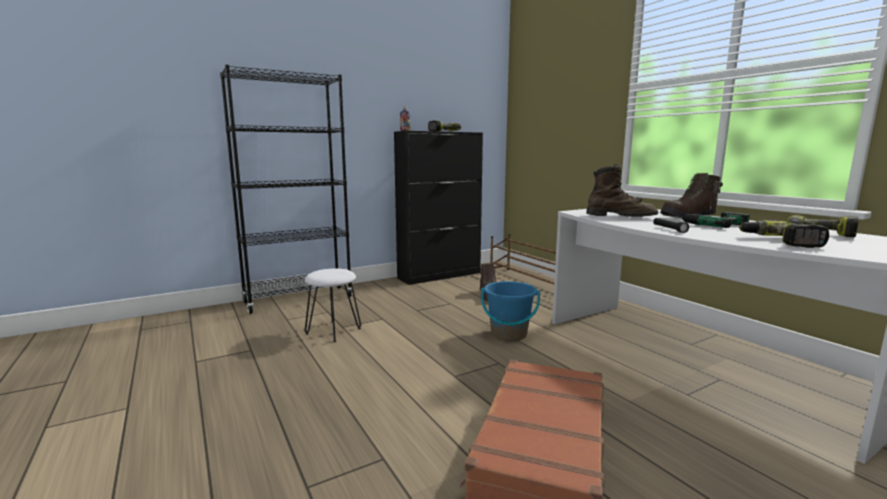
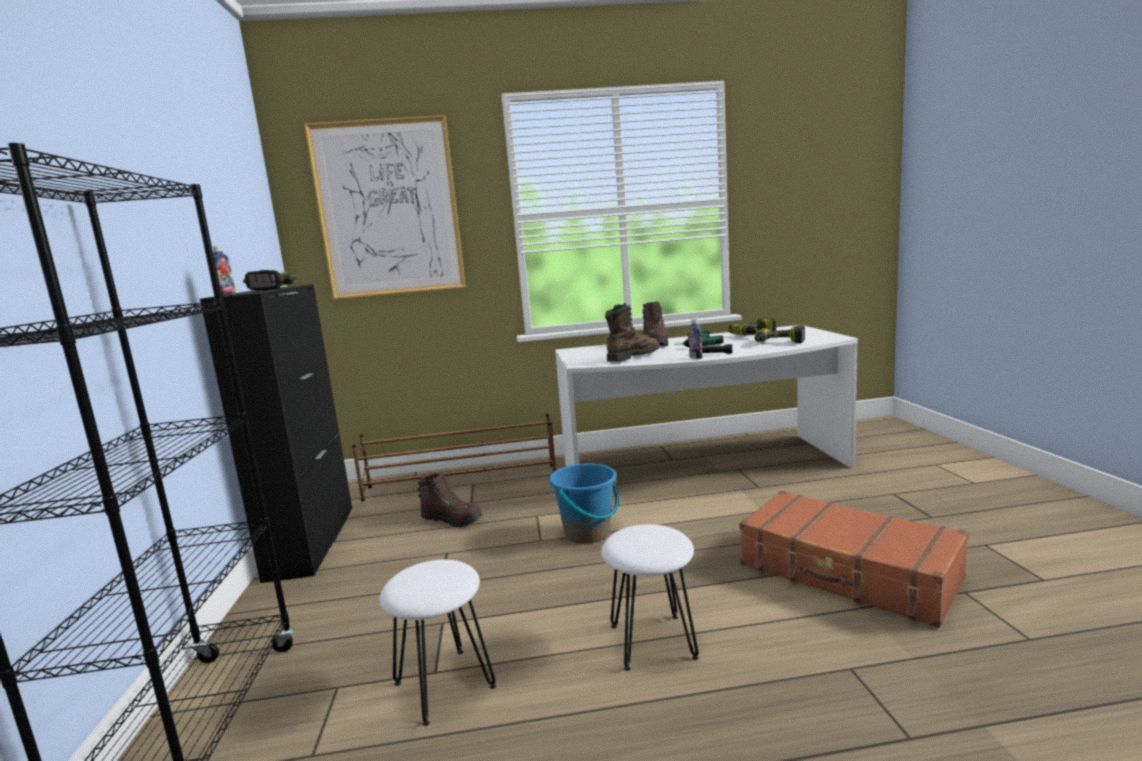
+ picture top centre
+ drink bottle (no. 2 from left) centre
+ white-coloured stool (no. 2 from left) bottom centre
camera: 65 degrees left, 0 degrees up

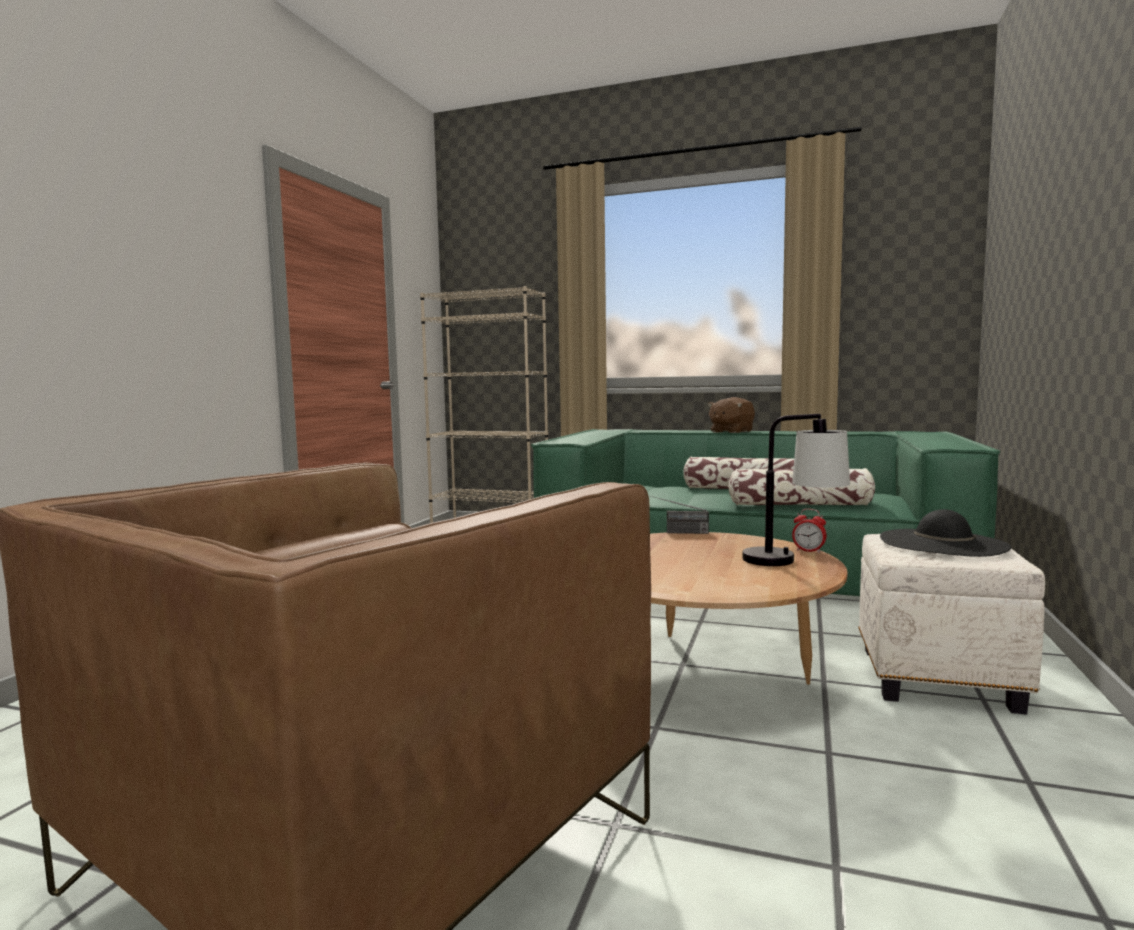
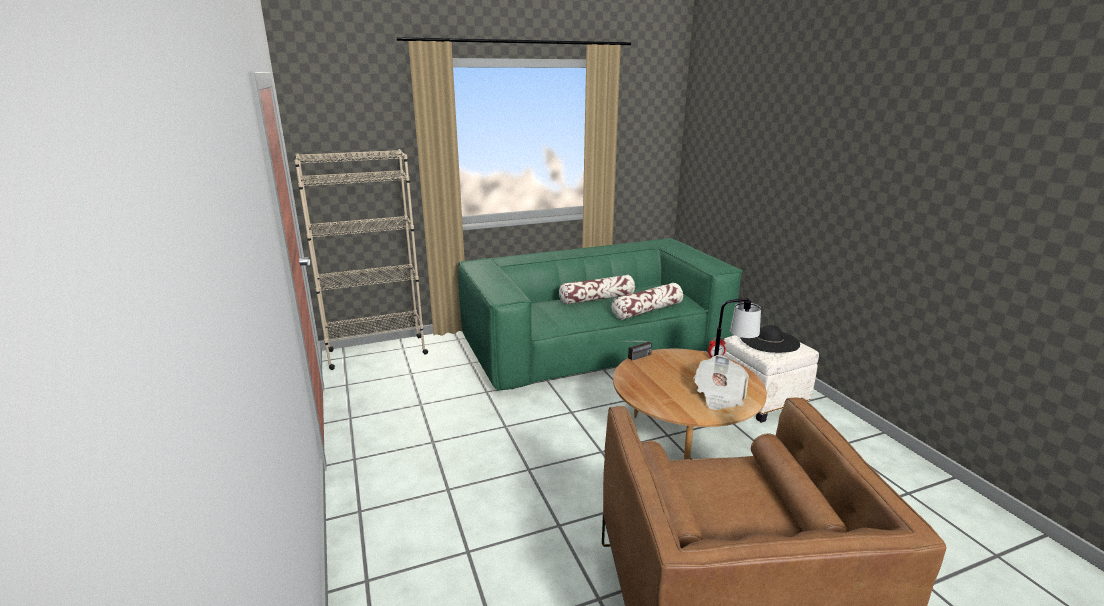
- brownish cuddly toy centre
+ newspaper centre
camera: 40 degrees left, 15 degrees up

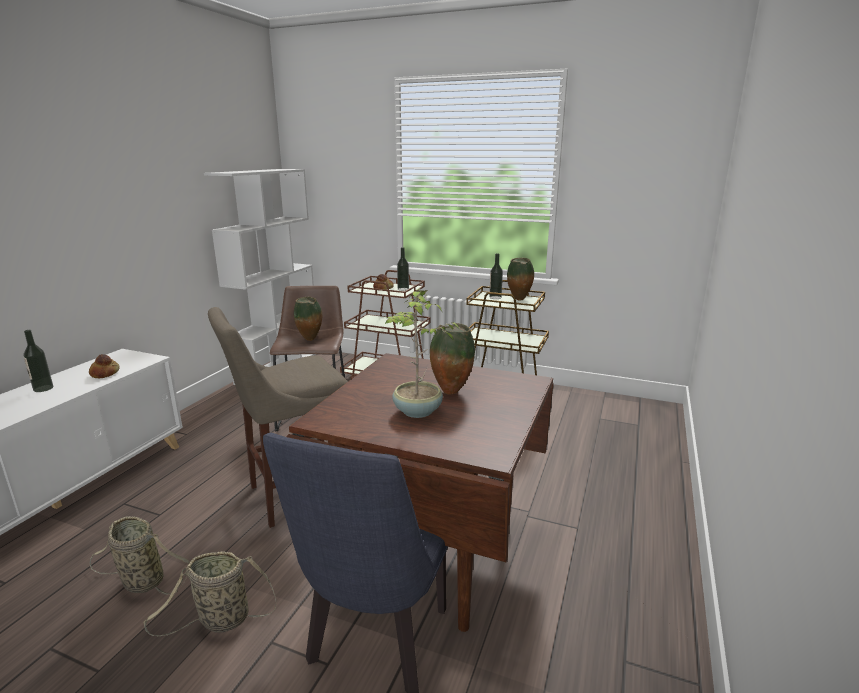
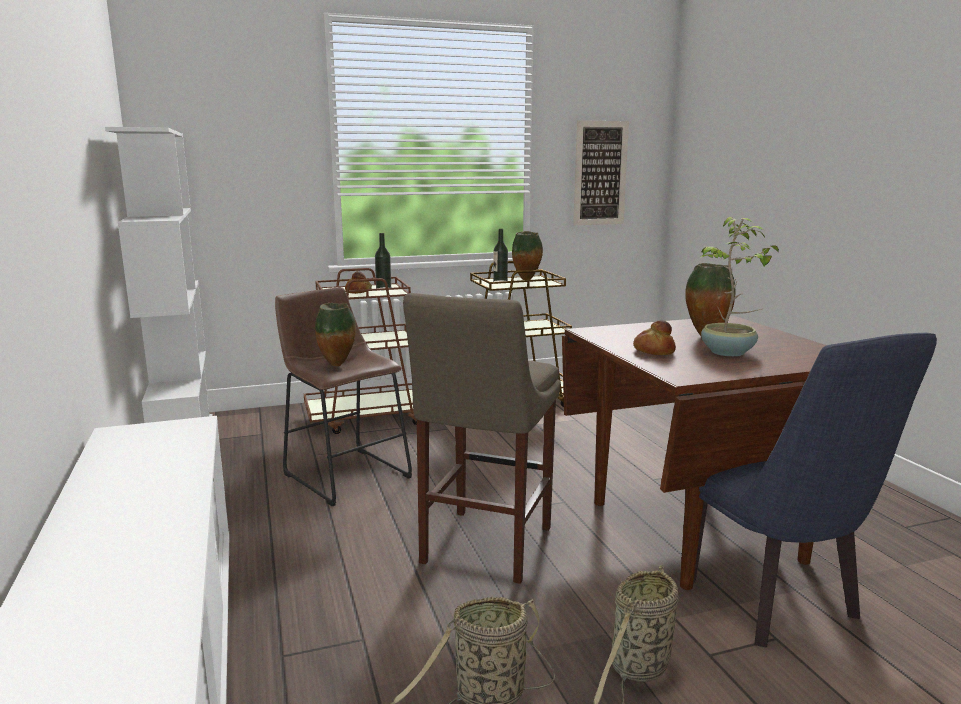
- drink bottle (no. 1 from left) middle left
~ bread (no. 1 from left in the first image) middle left to bread (no. 2 from left) middle right
+ picture top centre
camera: 40 degrees left, 5 degrees down

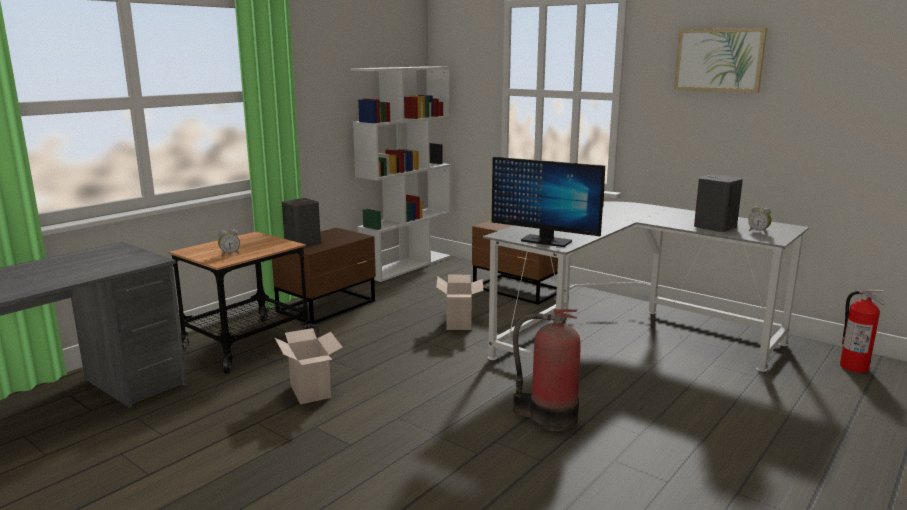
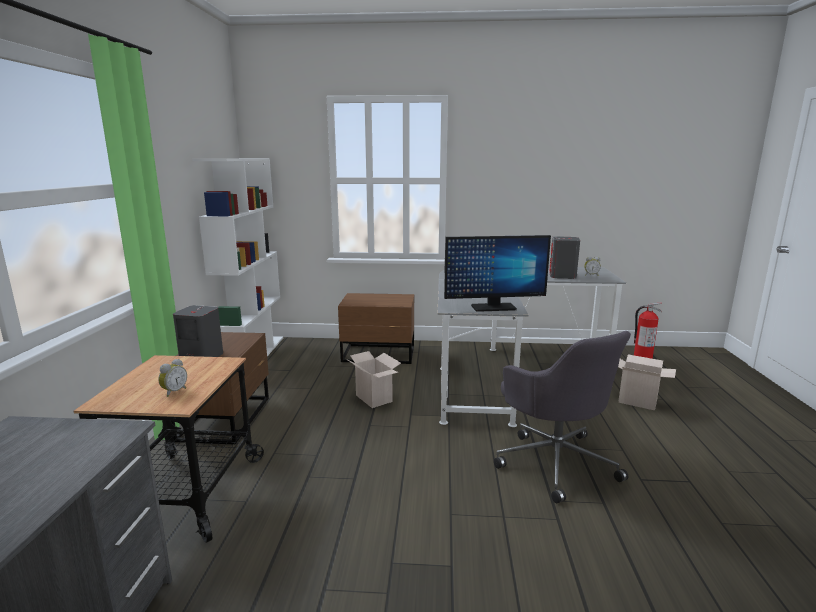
- picture top right
~ extinguisher (no. 1 from left) bottom centre to greyish office chair bottom right
~ packing box (no. 1 from left in the first image) bottom centre to packing box (no. 2 from left) middle right
camera: 35 degrees left, 0 degrees up

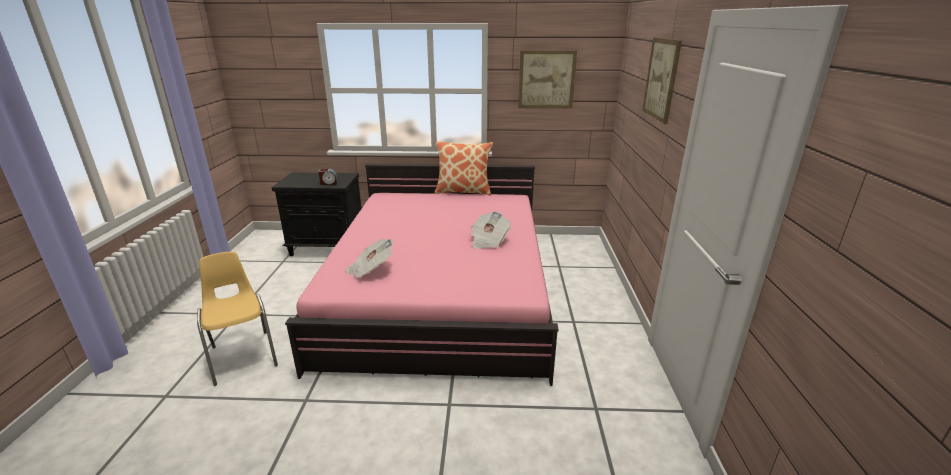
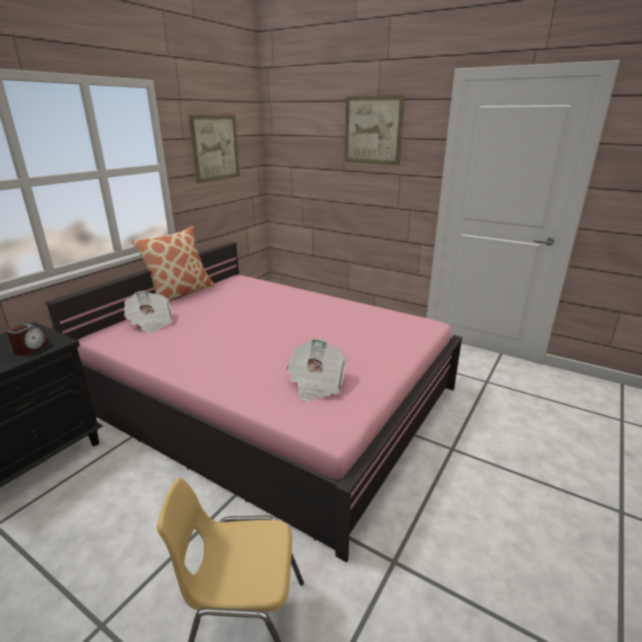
~ newspaper (no. 2 from left in the first image) centre to newspaper (no. 1 from left) middle left
camera: 60 degrees left, 0 degrees up

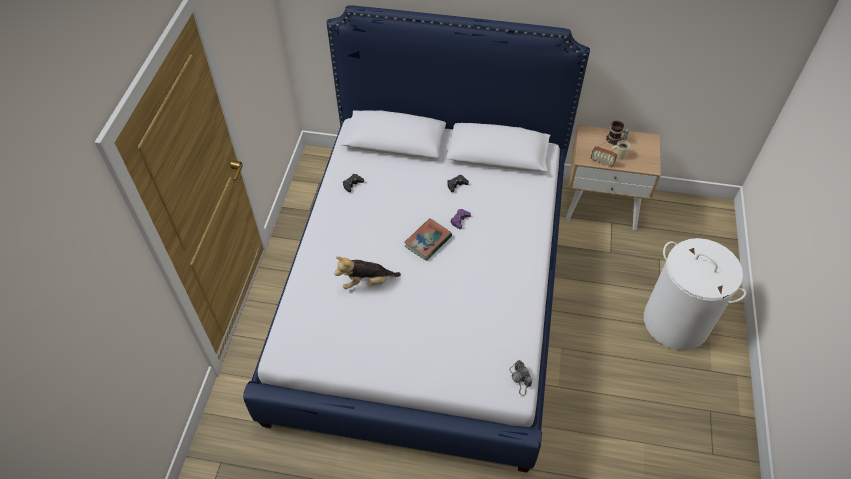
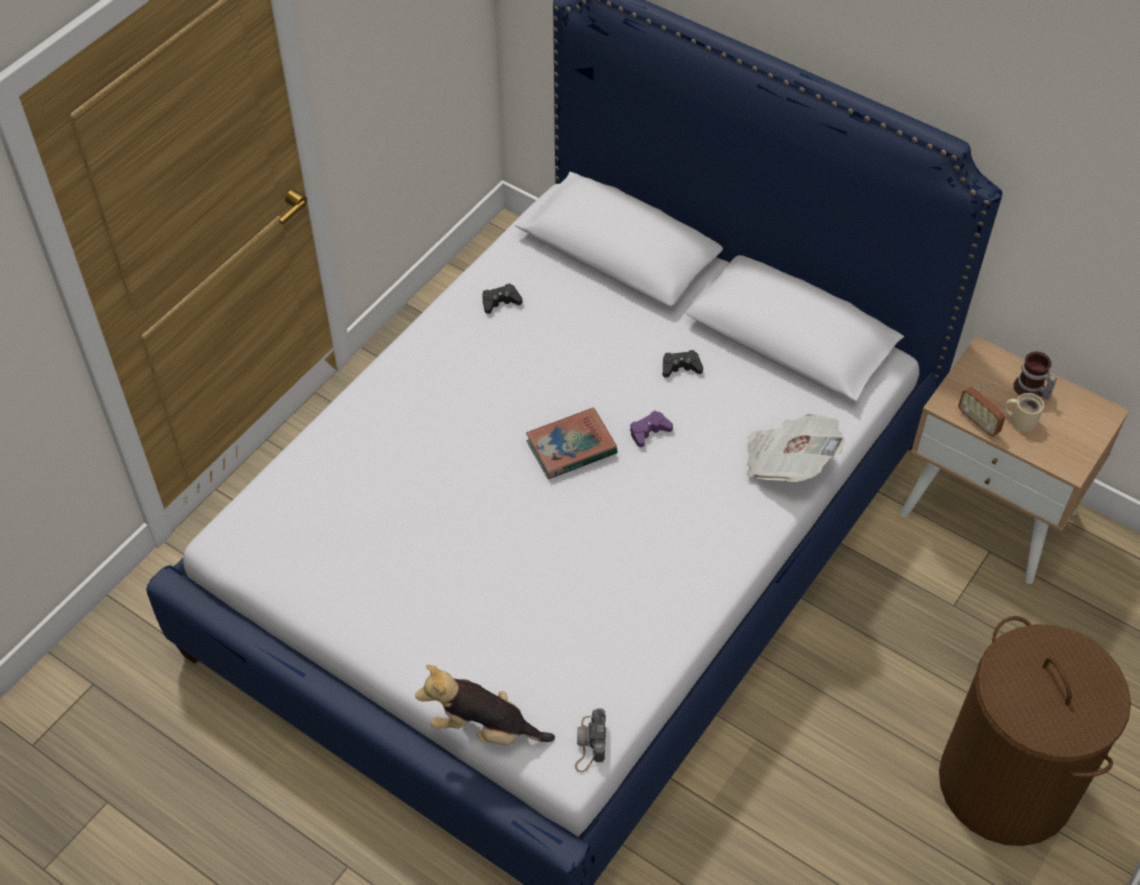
~ white-coloured hamper middle right to brownish hamper bottom right
~ cuddly toy centre to bottom centre
+ newspaper middle right
camera: 25 degrees right, 0 degrees up

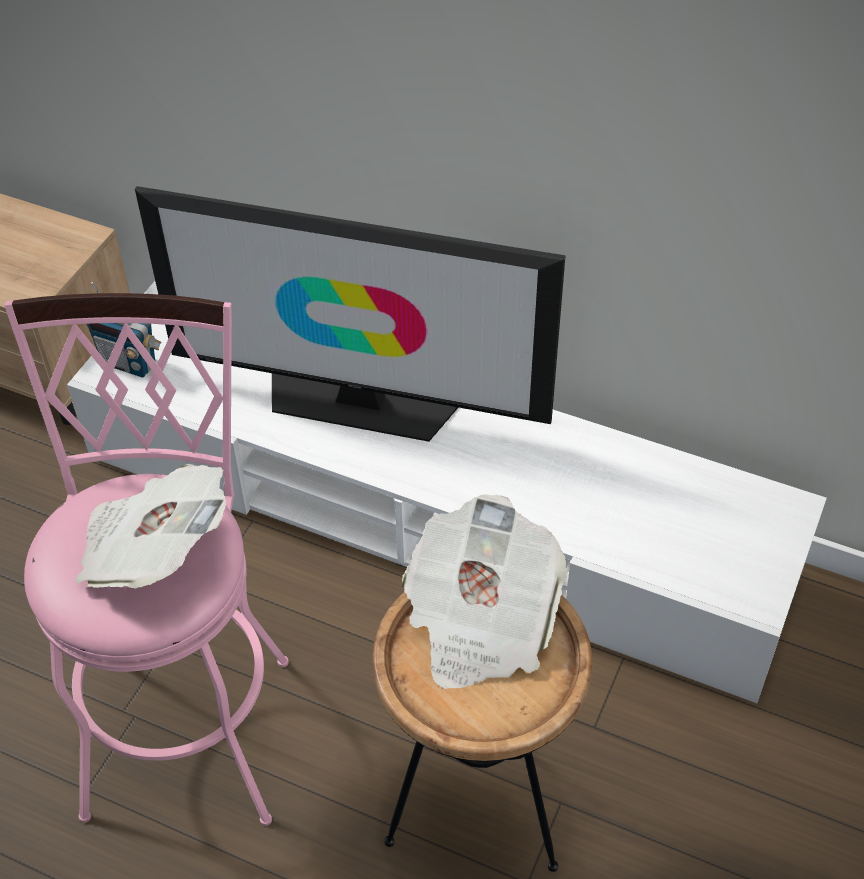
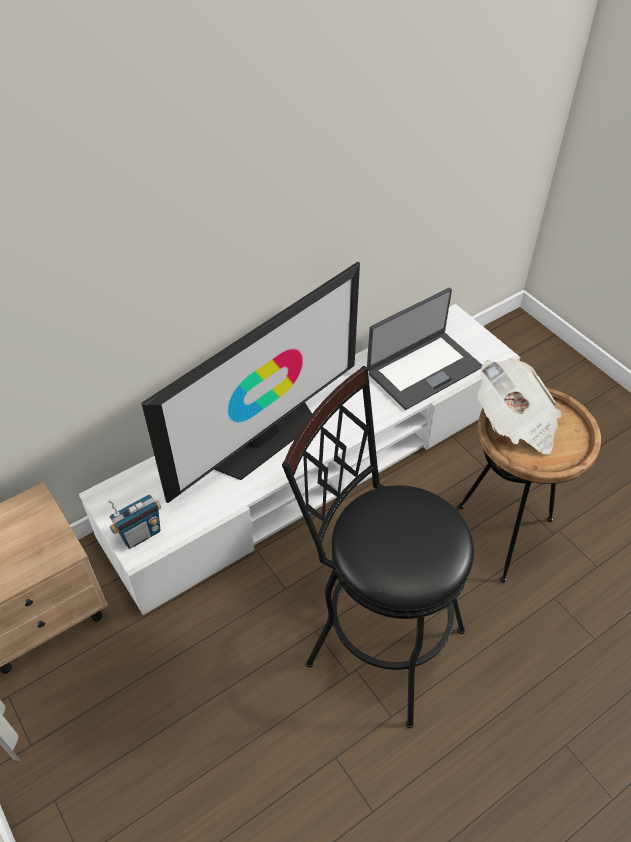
~ pink-coloured stool middle left to black-coloured stool centre
- newspaper (no. 1 from left) middle left
+ portable computer middle right
camera: 60 degrees left, 0 degrees up

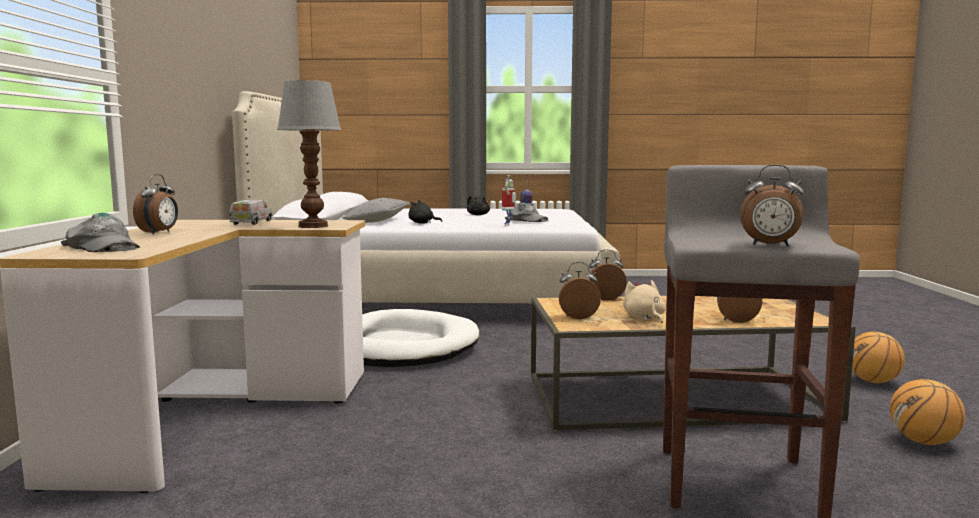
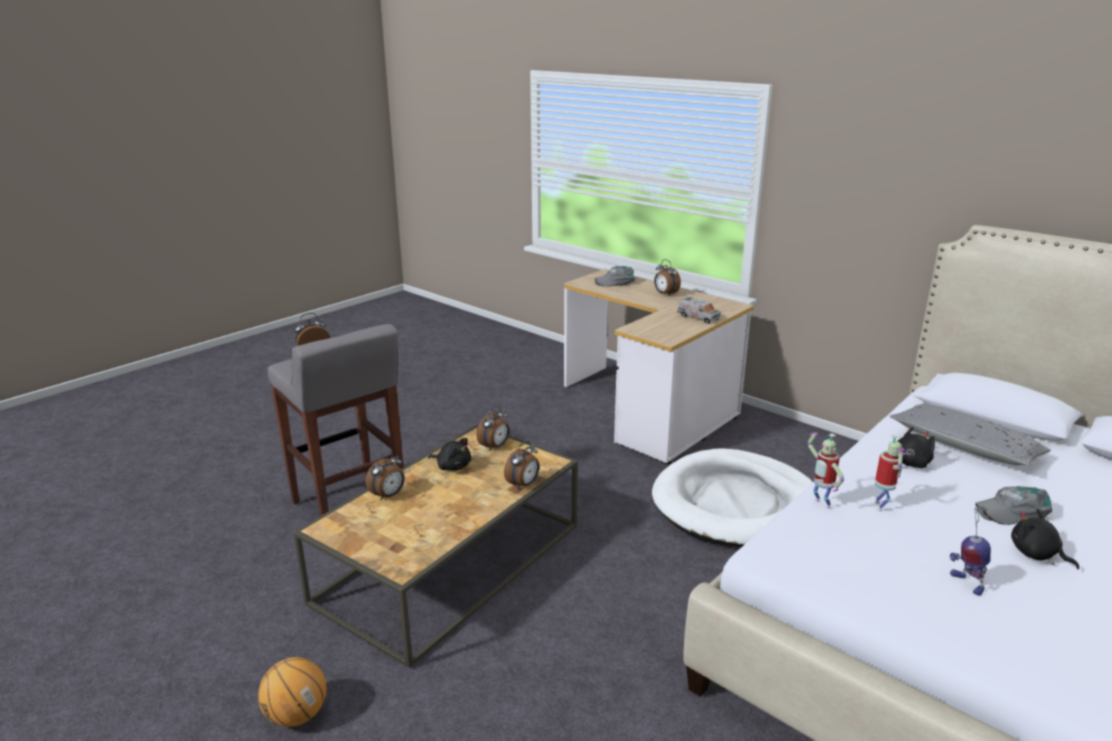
- table lamp top left
~ greyish peaked cap (no. 2 from left) centre to bottom right
~ beige cuddly toy centre to black-coloured cuddly toy (no. 1 from left) centre
- ball for basketball (no. 2 from left) bottom right
+ toy robot (no. 2 from left) middle right
camera: 130 degrees right, 15 degrees up

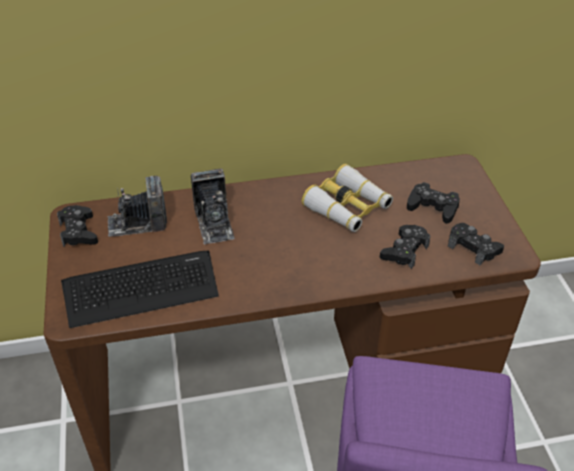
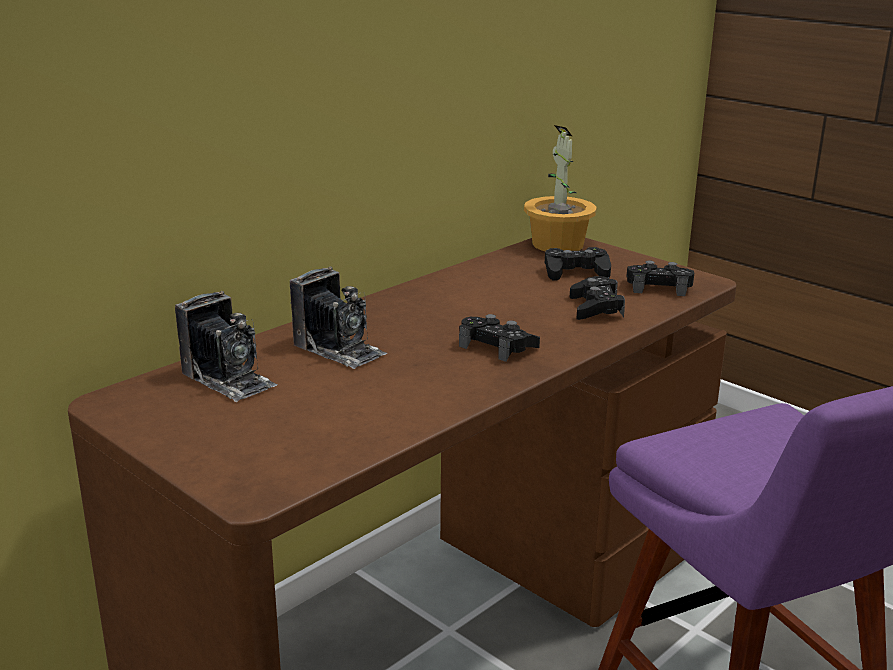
- binoculars centre
~ photo camera (no. 1 from left) middle left = middle left 90 degrees counterclockwise
~ black-coloured joypad (no. 1 from left) middle left to centre
- PC keyboard middle left
+ houseplant top centre
camera: 35 degrees left, 20 degrees down

